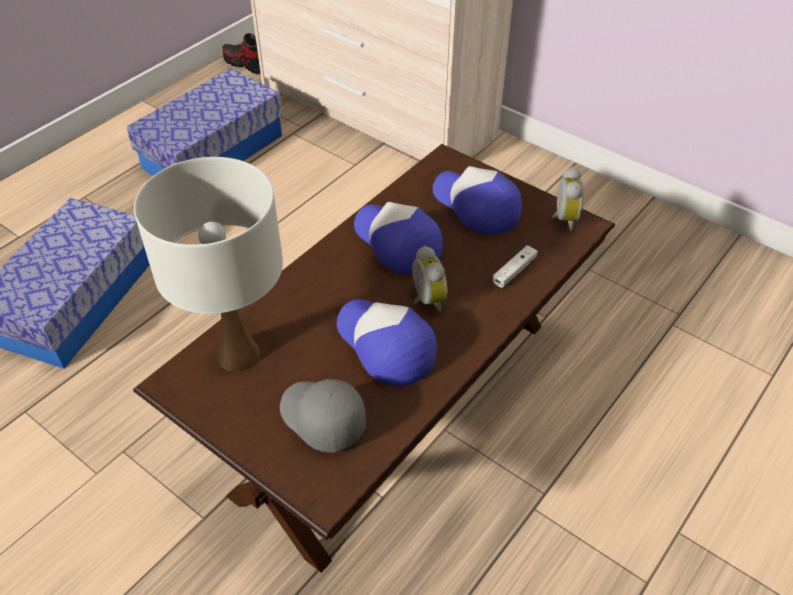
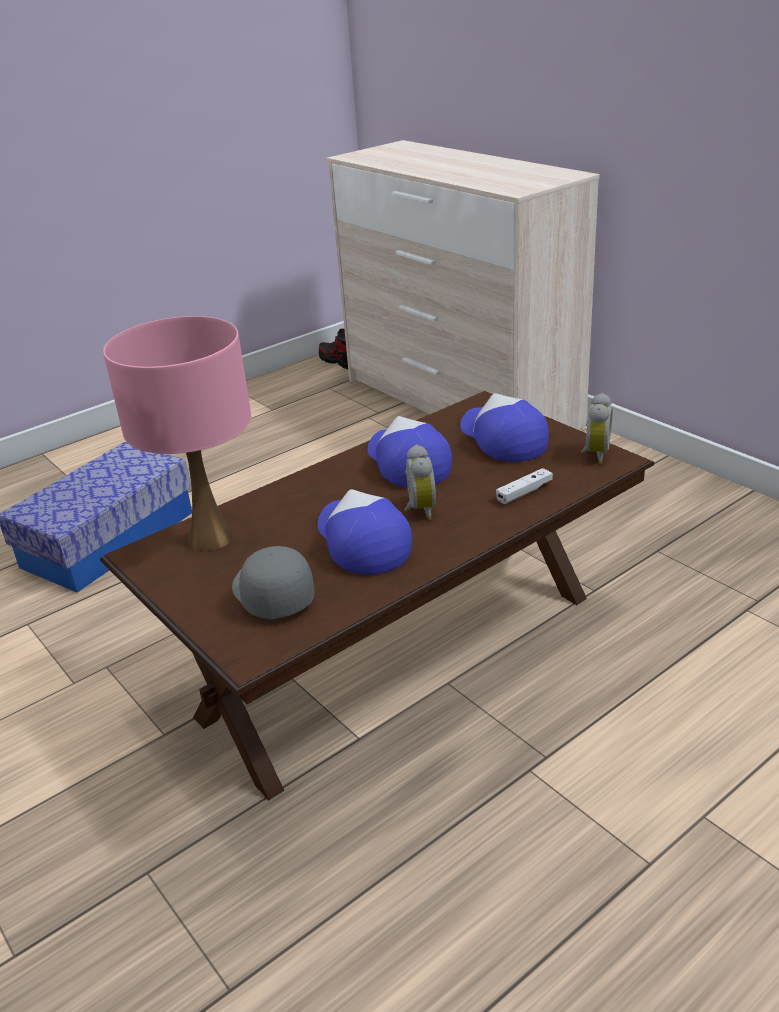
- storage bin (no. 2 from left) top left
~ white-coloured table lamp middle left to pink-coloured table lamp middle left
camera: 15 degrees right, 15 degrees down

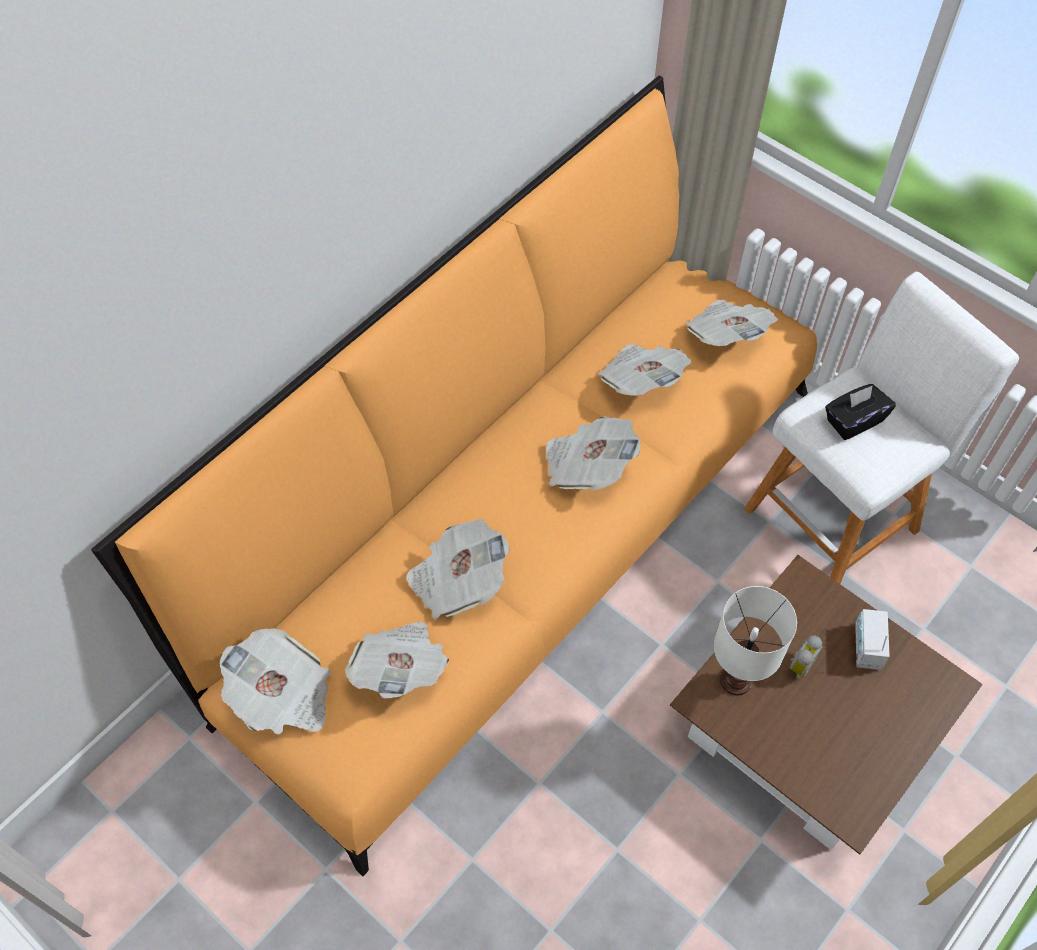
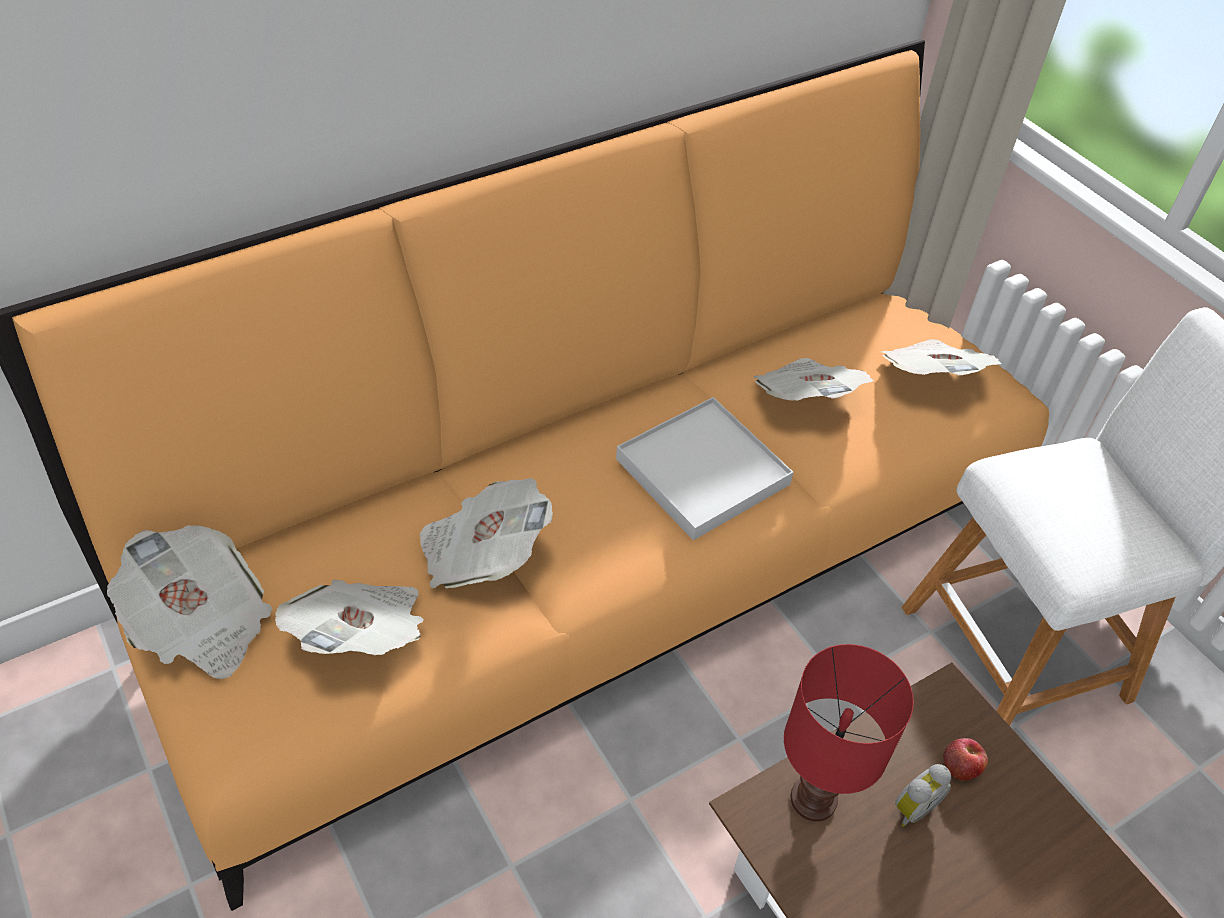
- black-coloured tissue box middle right
~ newspaper (no. 4 from left) centre to white-coloured carrying tray centre
~ white-coloured table lamp bottom right to red table lamp bottom right
- radio set bottom right
+ apple fruit bottom right
camera: 15 degrees right, 10 degrees down

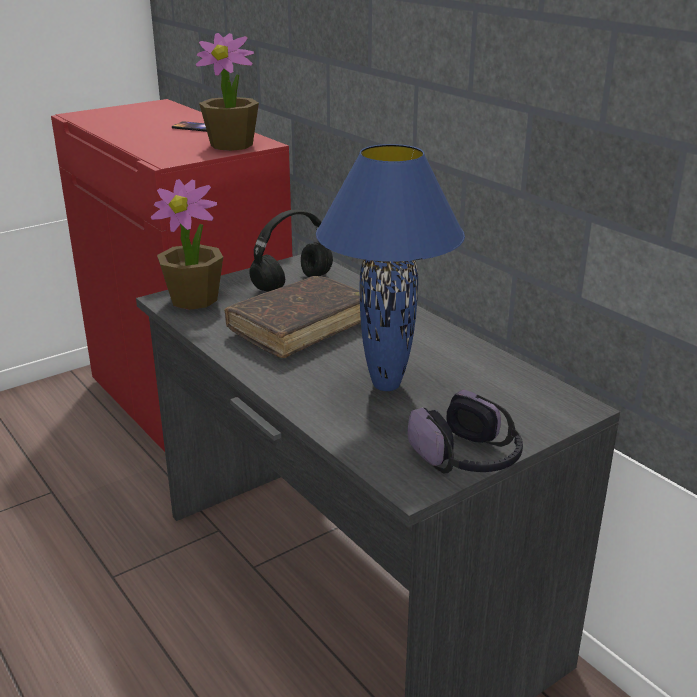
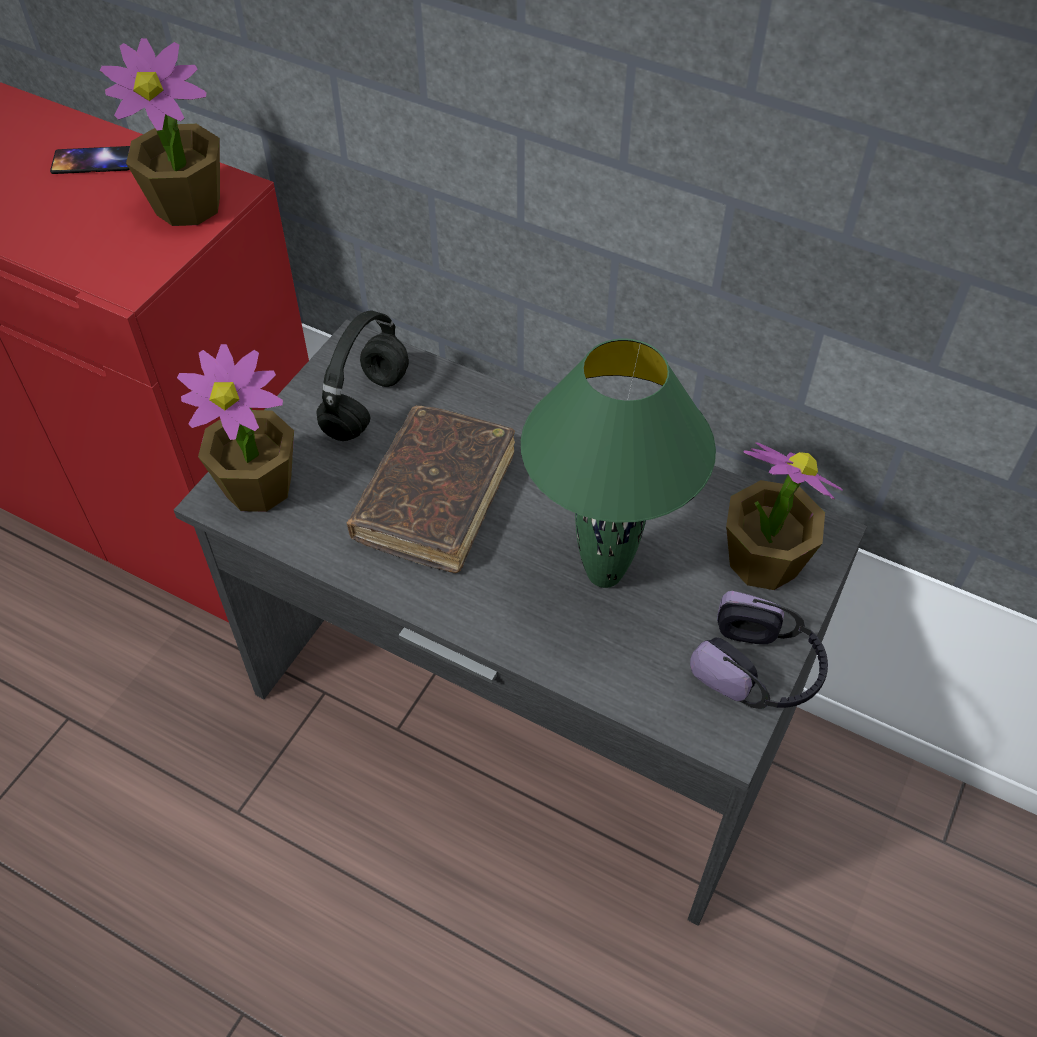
~ bluish table lamp centre to green-coloured table lamp centre
+ houseplant (no. 3 from left) middle right
camera: 25 degrees left, 25 degrees up

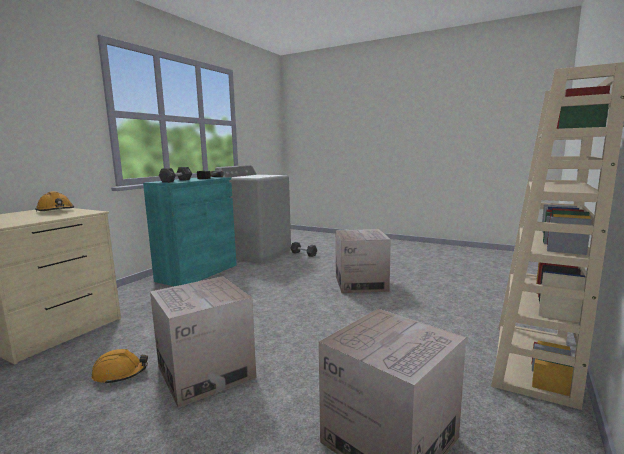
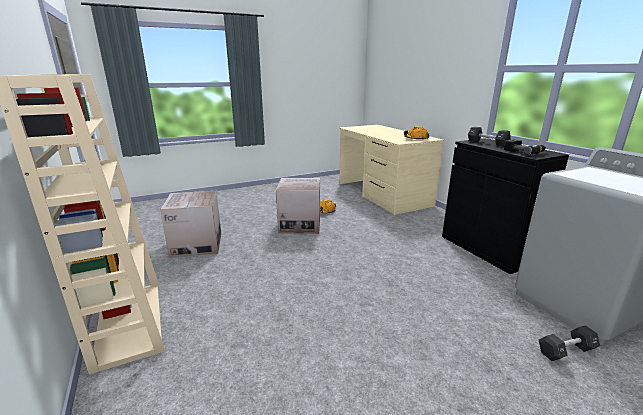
~ turquoise cupboard middle left to black-coloured cupboard middle right
- packing box (no. 2 from left) centre
camera: 125 degrees right, 10 degrees up

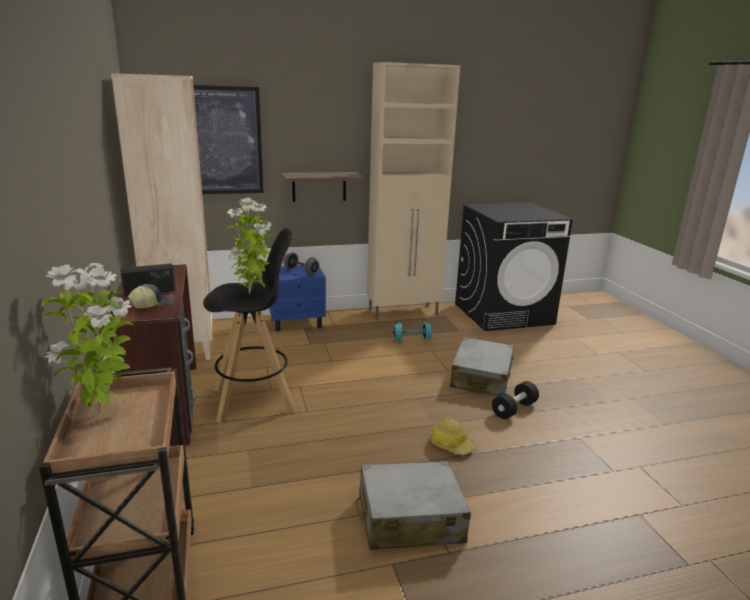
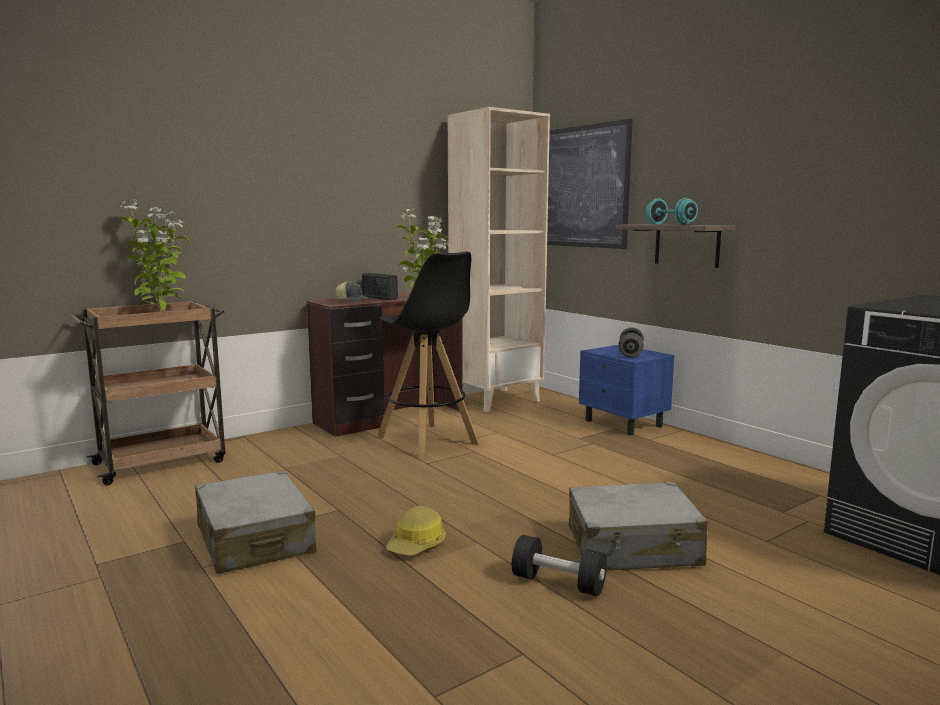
- beige cupboard top centre
~ turquoise dumbbell centre to top right
camera: 70 degrees right, 10 degrees down

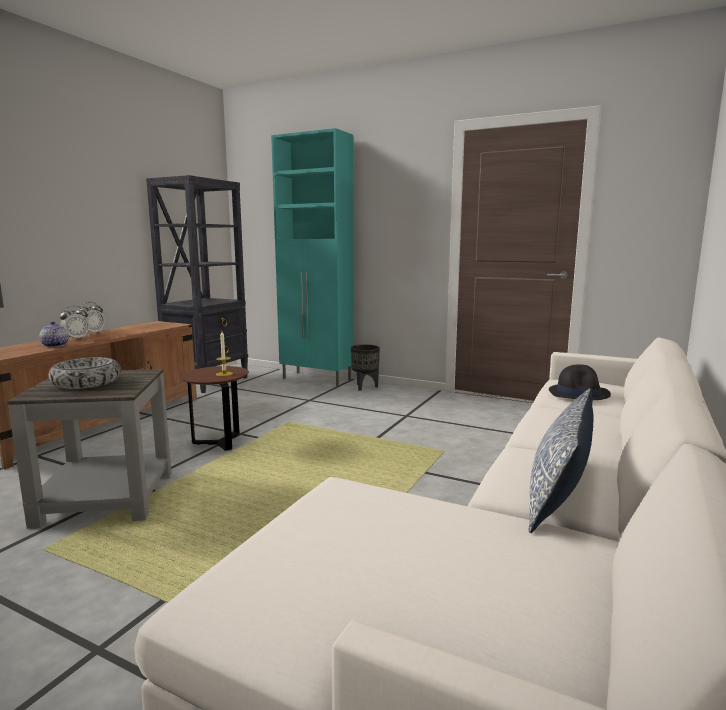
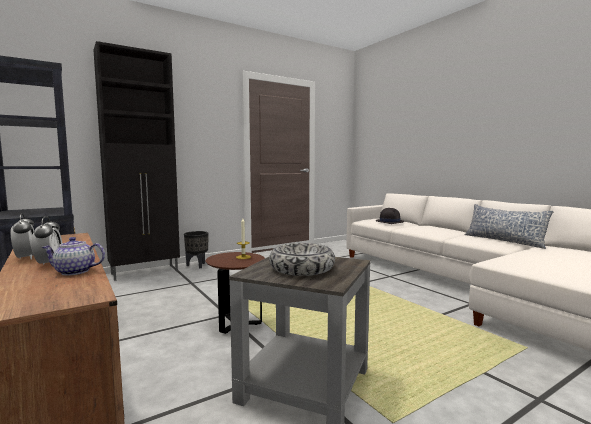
~ turquoise cupboard centre to black-coloured cupboard middle left
camera: 60 degrees left, 5 degrees down

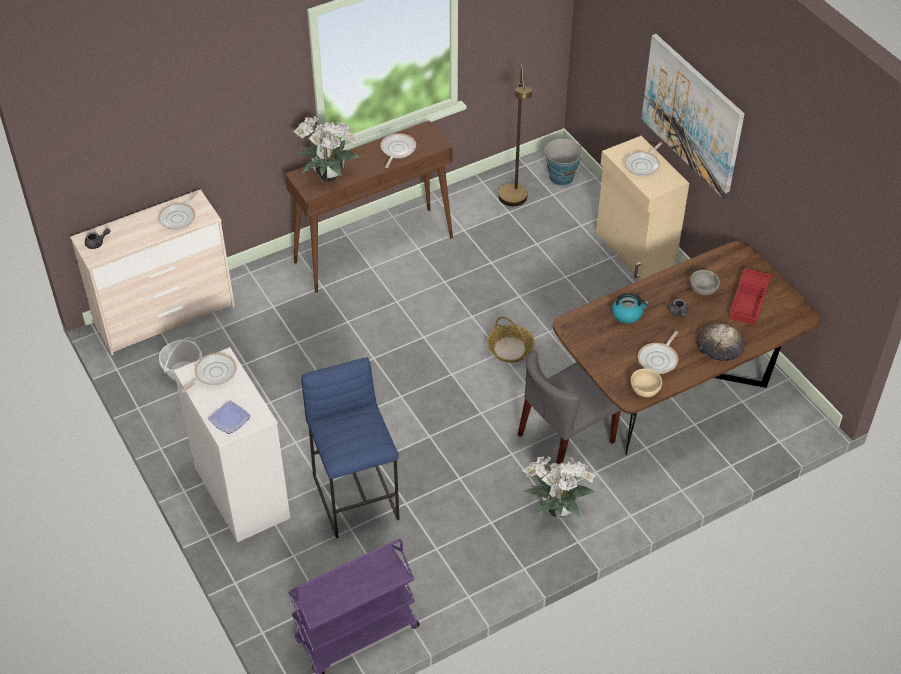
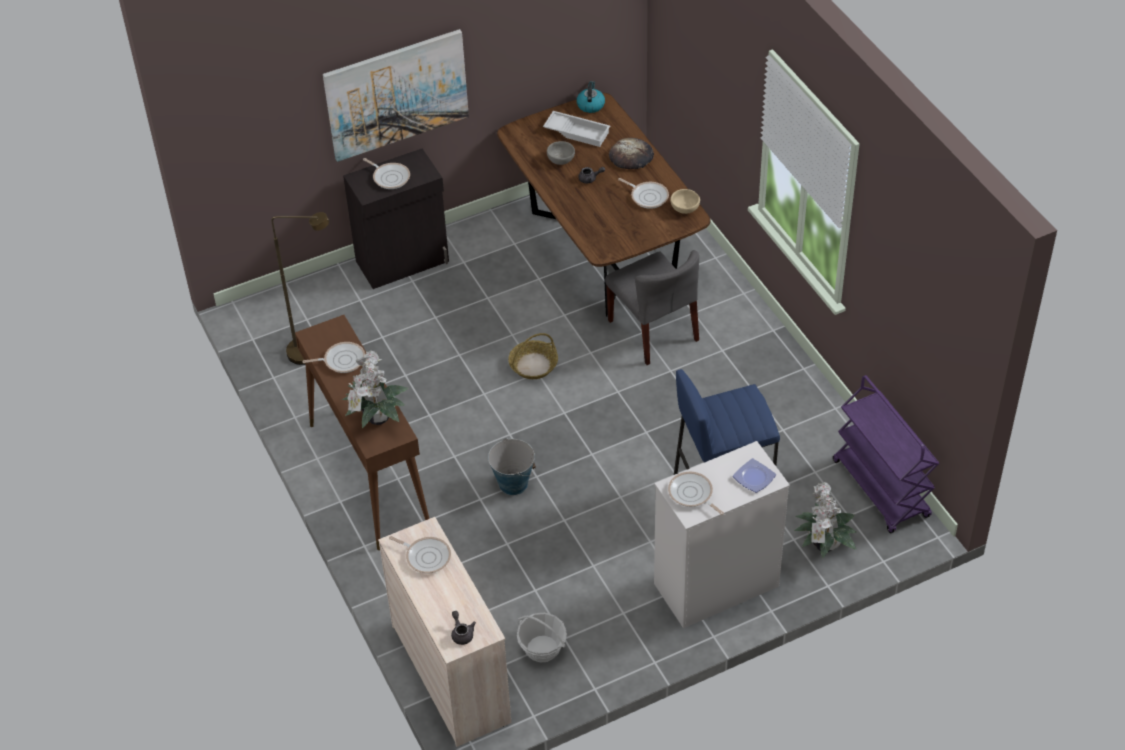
~ frying pan (no. 3 from left in the first image) top centre = middle left 150 degrees clockwise
~ beige cupboard top right to black-coloured cupboard top centre
~ bucket top centre to centre
~ red carrying tray middle right to white-coloured carrying tray top centre
~ tea kettle middle right to top centre
~ houseplant (no. 2 from left) bottom centre to bottom right
camera: 85 degrees left, 0 degrees up

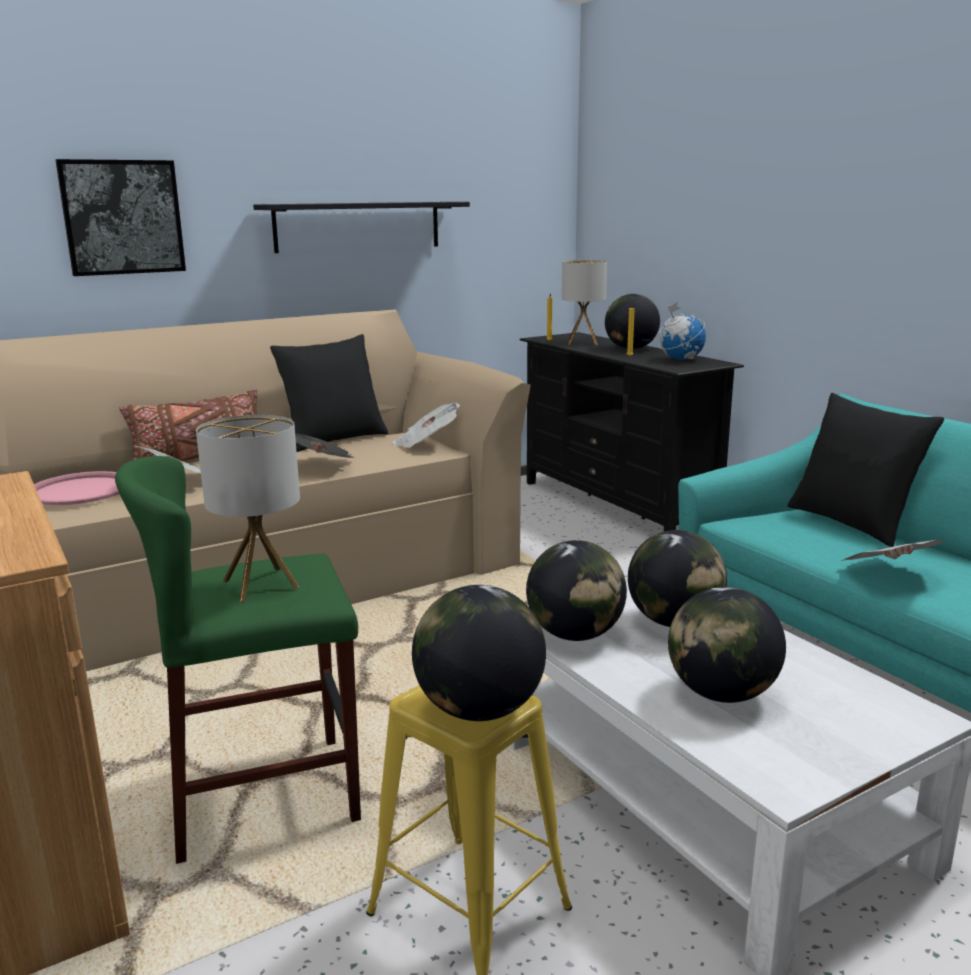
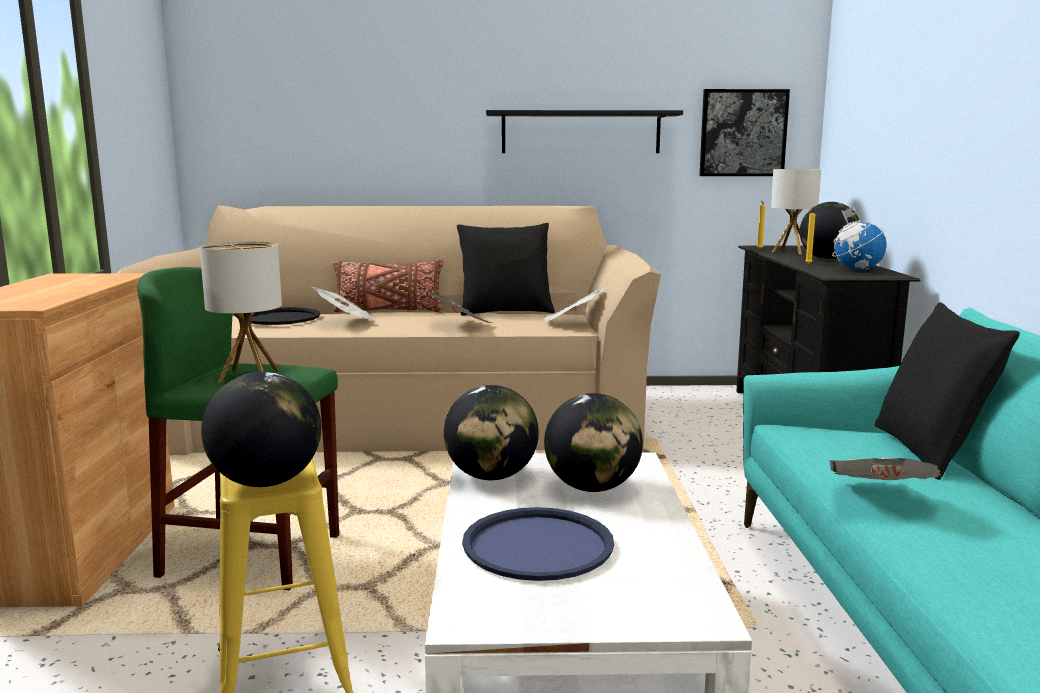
~ picture top left to top right
~ pink-coloured carrying tray middle left to black-coloured carrying tray middle left
~ world globe (no. 6 from left) middle right to bluish carrying tray bottom centre
camera: 30 degrees right, 5 degrees down

